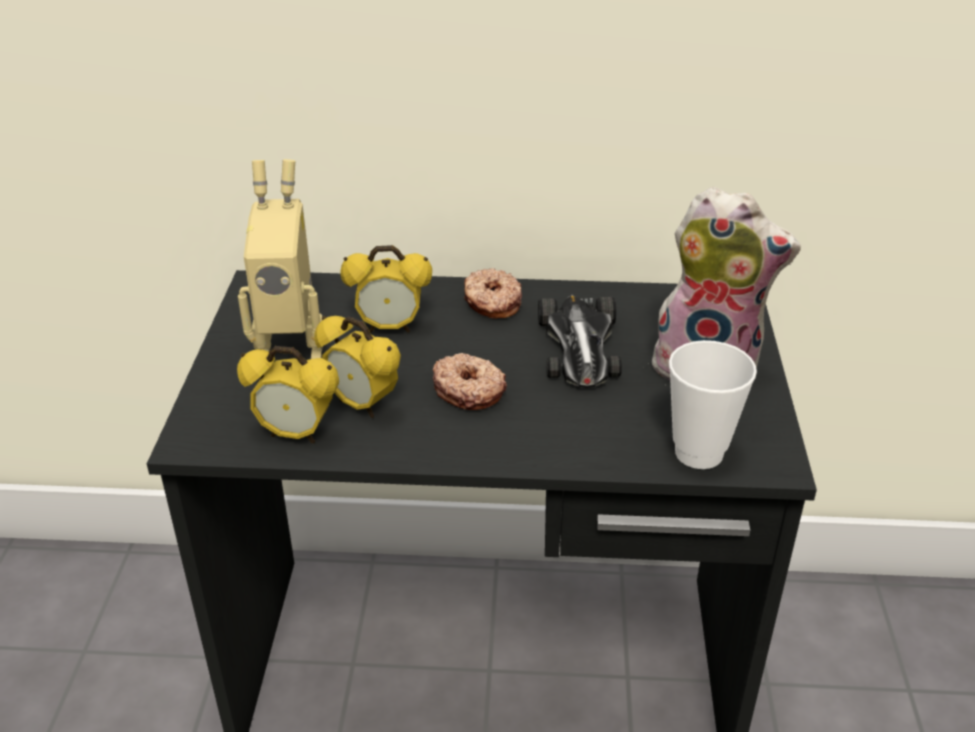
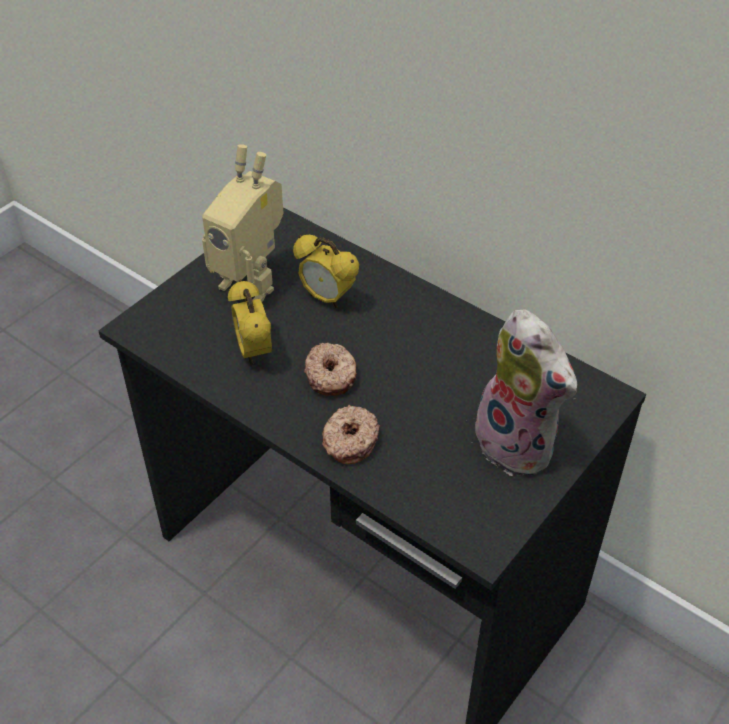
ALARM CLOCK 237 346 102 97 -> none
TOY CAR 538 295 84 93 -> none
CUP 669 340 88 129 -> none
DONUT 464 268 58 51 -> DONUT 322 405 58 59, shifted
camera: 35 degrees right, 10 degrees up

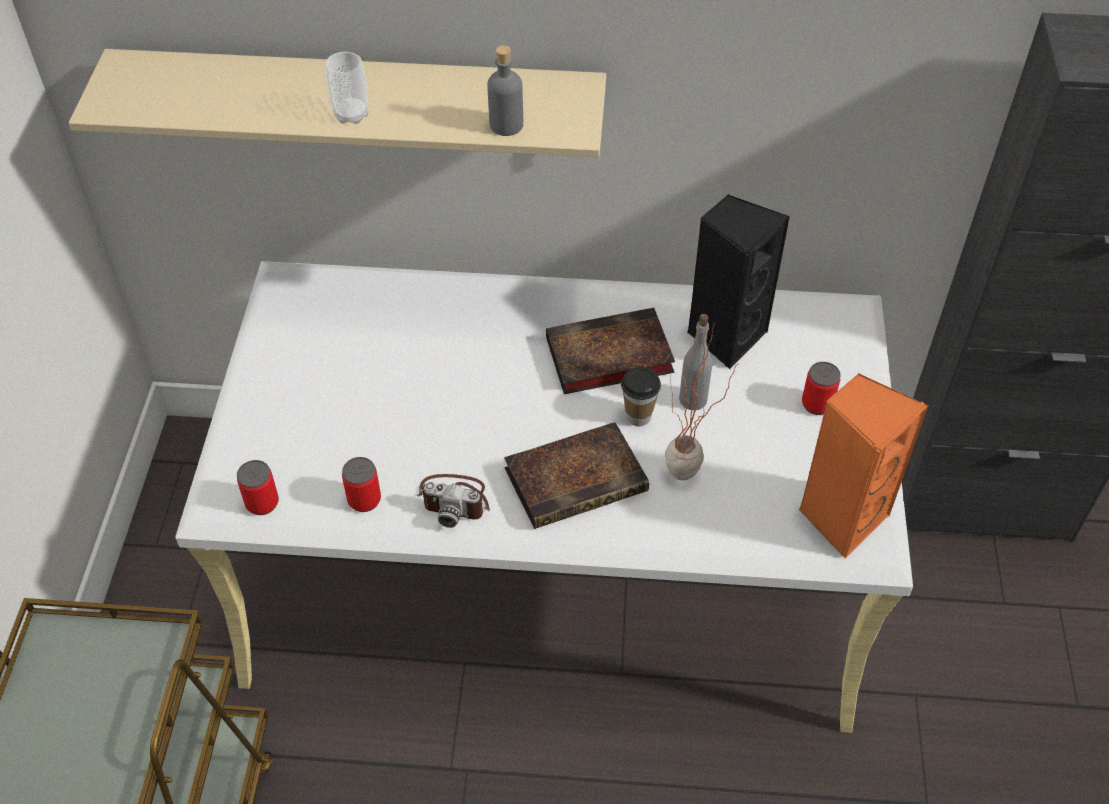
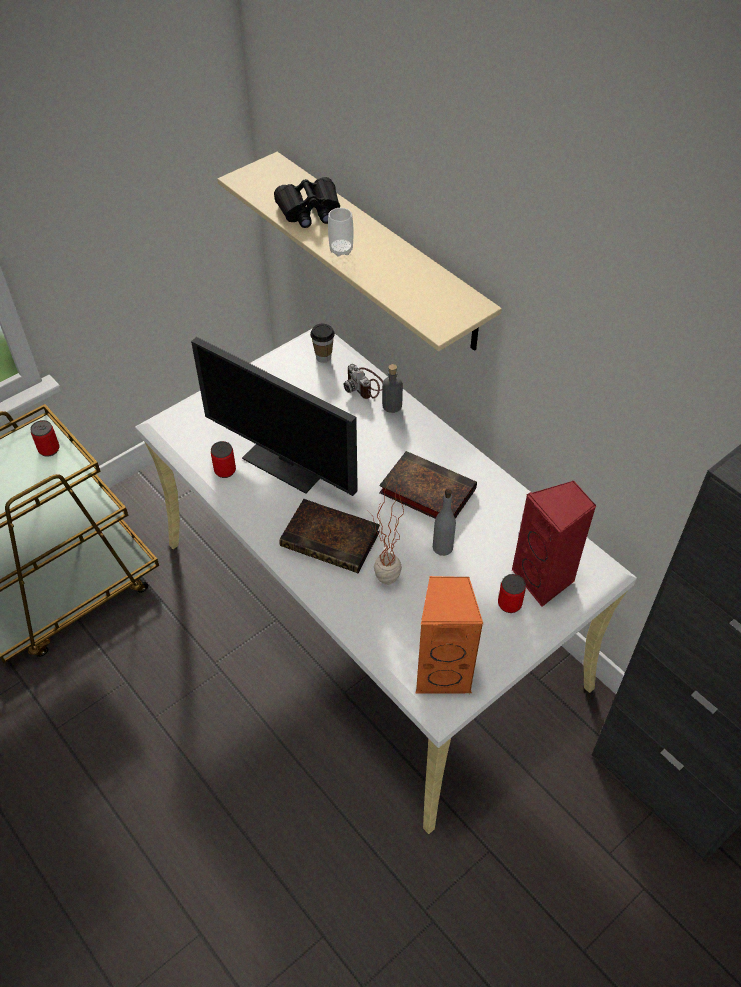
BLACK SPEAKER 687 194 103 175 -> none
none -> MONITOR 191 337 167 159
none -> BLACK BINOCULARS 274 177 66 51
none -> RED SPEAKER 512 481 84 126
CAN 237 460 42 55 -> CAN 30 420 30 37, shifted
PHOTO CAMERA 416 474 74 54 -> PHOTO CAMERA 343 364 40 35, shifted
GREY BOTTLE 487 45 36 91 -> GREY BOTTLE 382 364 21 49, shifted
CUP 621 367 40 59 -> CUP 310 324 25 39, shifted
camera: 45 degrees right, 0 degrees up

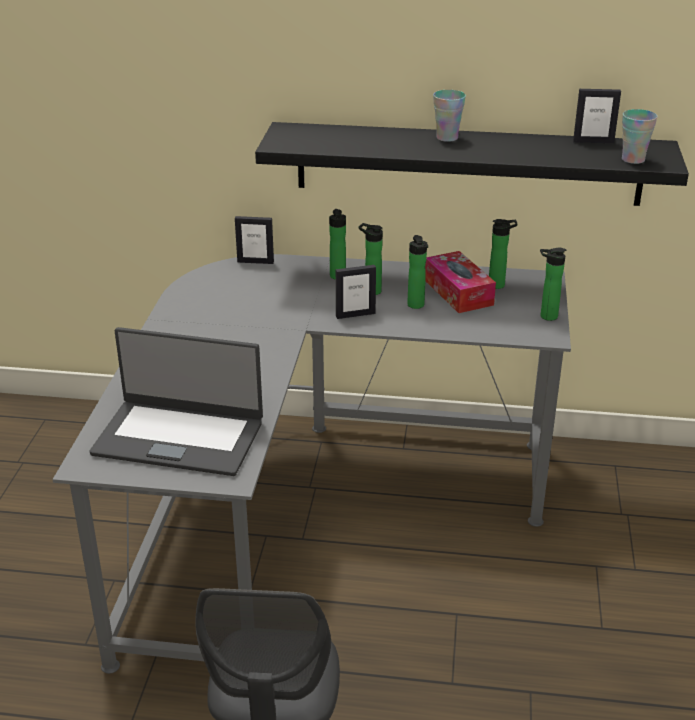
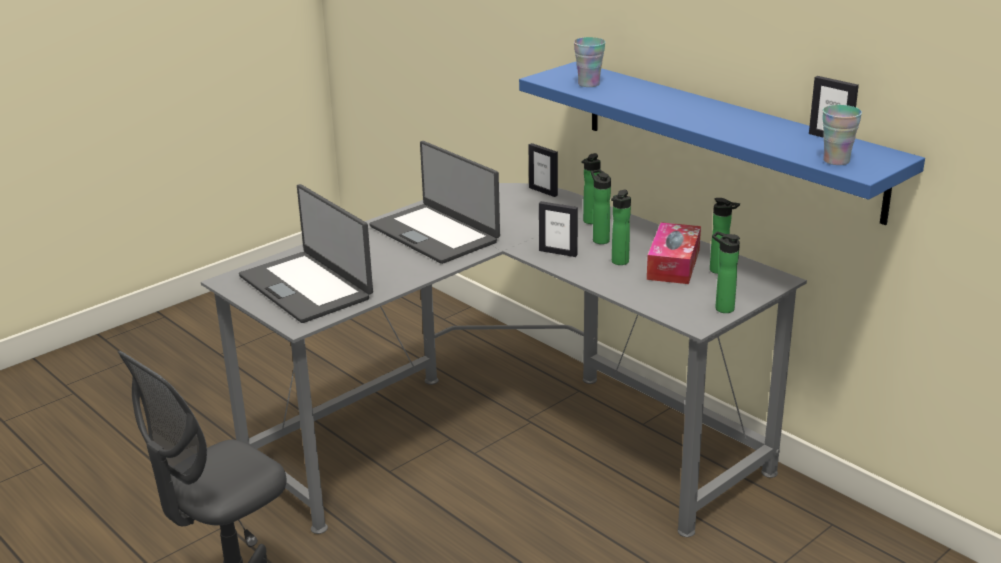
none -> LAPTOP 369 141 131 123
CUP 433 90 33 52 -> CUP 574 37 31 50, shifted
BLACK SHELF 255 122 434 84 -> BLUE SHELF 519 62 406 163
camera: 40 degrees right, 5 degrees down

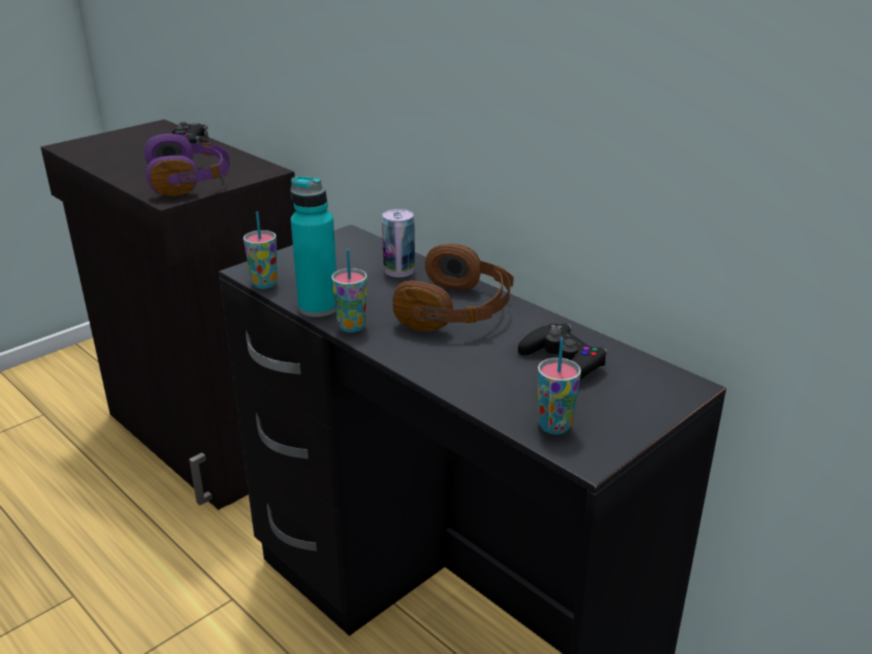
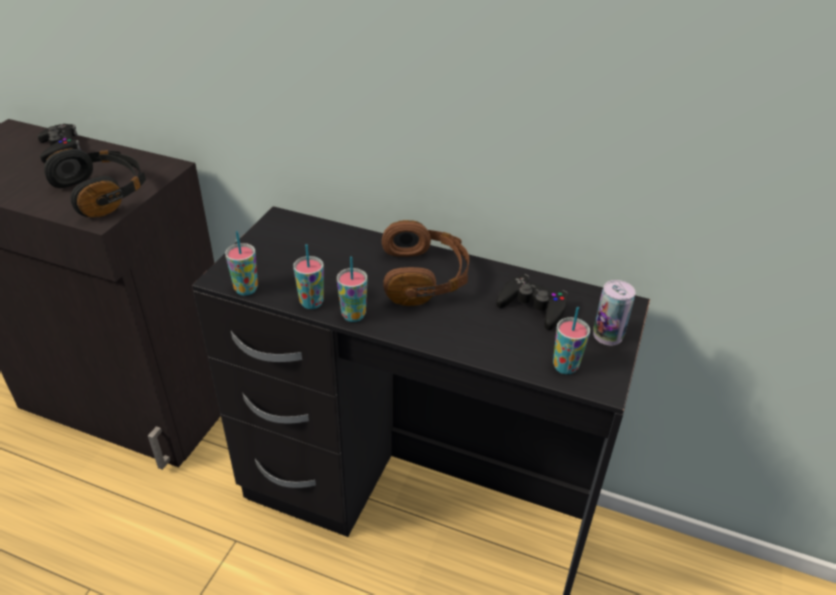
CAN 382 209 33 68 -> CAN 593 280 42 66, shifted
TURQUOISE BOTTLE 291 176 46 141 -> CUP 293 244 31 65
PURPLE HEADPHONES 144 134 86 62 -> BLACK HEADPHONES 44 148 102 69
camera: 25 degrees left, 10 degrees up

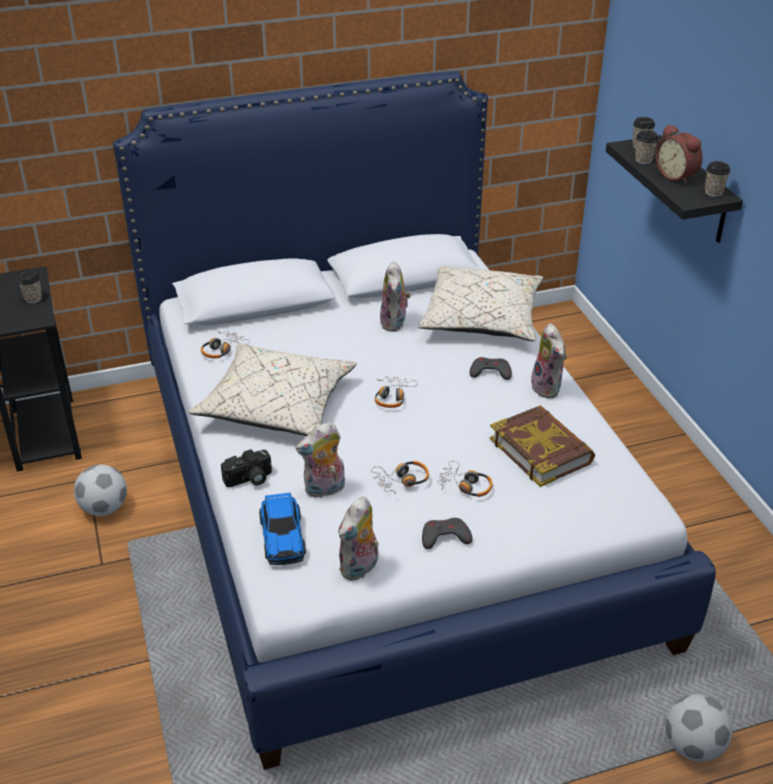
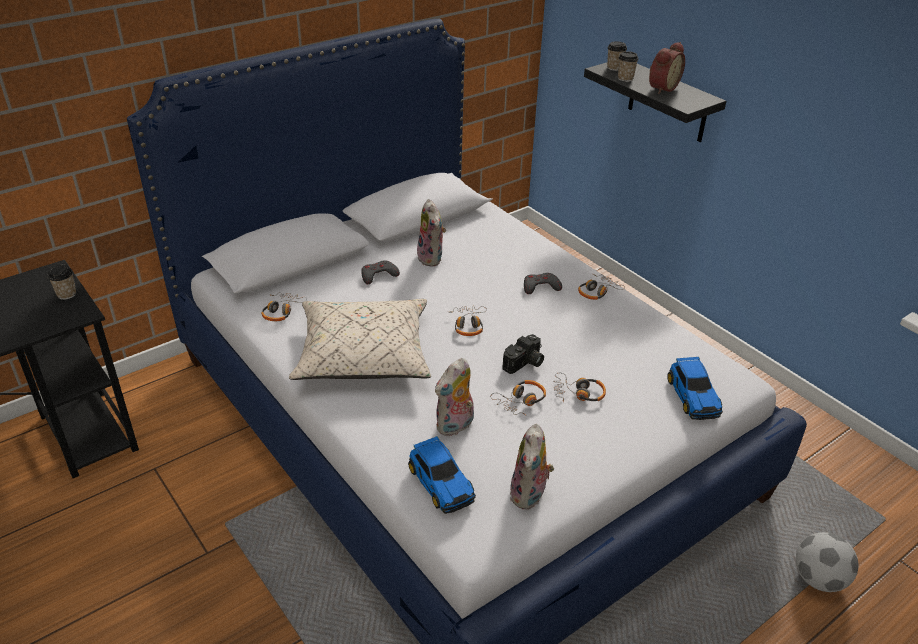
FOOTBALL 74 465 53 51 -> none
BEIGE PILLOW 418 266 125 75 -> none
BOOK 490 405 105 82 -> none
CUP 705 161 25 36 -> none
none -> TOY CAR 667 356 56 64
PHOTO CAMERA 221 449 51 38 -> PHOTO CAMERA 503 334 41 40, shifted
GREY GAME CONTROLLER 422 518 50 31 -> GREY GAME CONTROLLER 361 260 39 24, shifted
PLUSH TOY 531 323 36 75 -> HEADPHONES 578 274 47 26
ALARM CLOCK 655 124 48 60 -> ALARM CLOCK 649 42 36 52, 90 degrees counterclockwise
camera: 20 degrees left, 0 degrees up

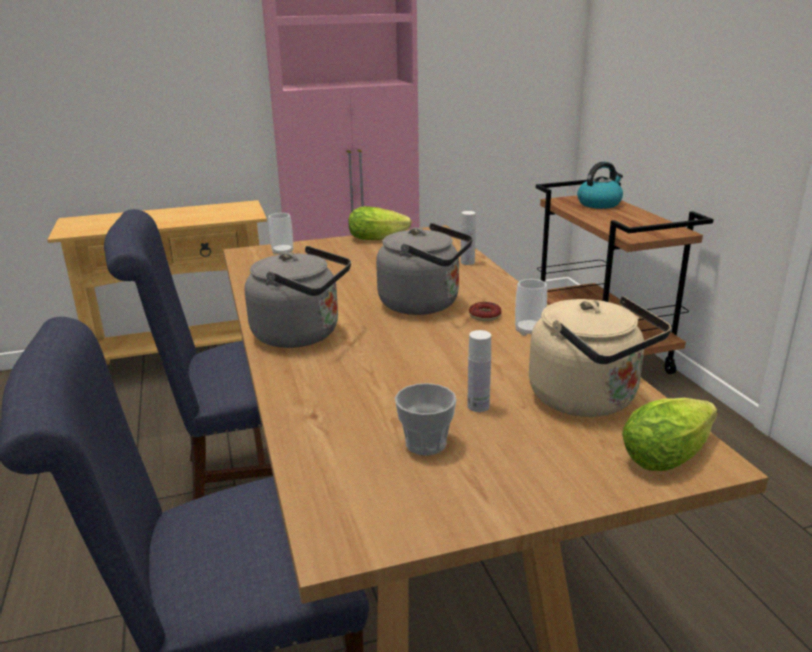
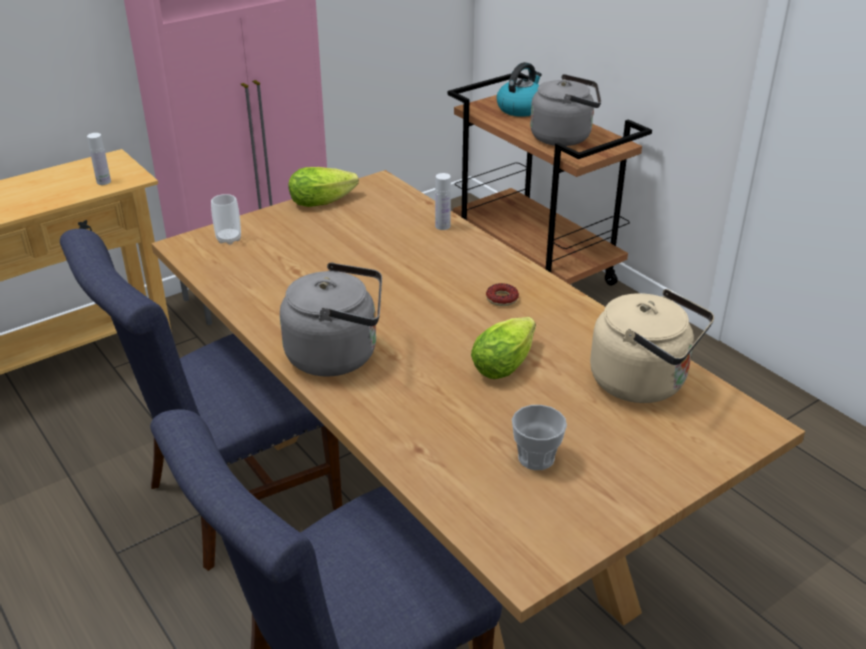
CUP 515 279 32 57 -> none
GREY KETTLE 376 223 97 92 -> GREY KETTLE 530 74 71 72, shifted
WHITE BOTTLE 467 330 24 82 -> WHITE BOTTLE 87 133 24 52, shifted
LETTUCE 622 398 95 73 -> LETTUCE 471 317 65 62, shifted
camera: 20 degrees left, 10 degrees up

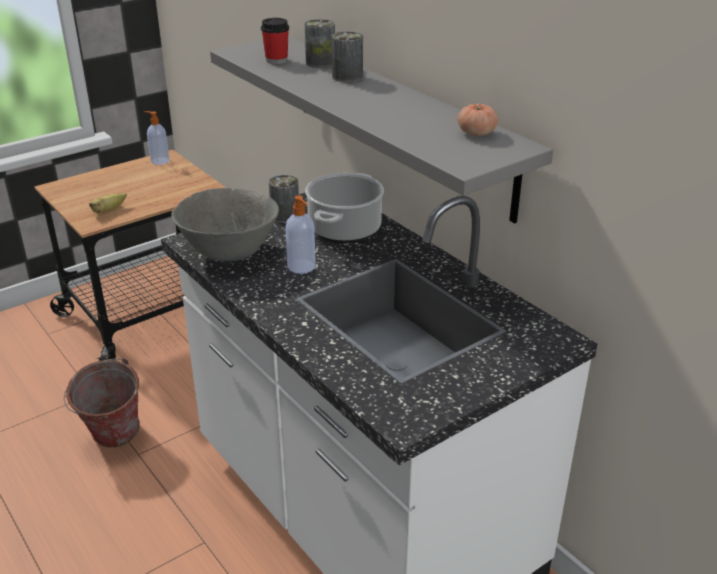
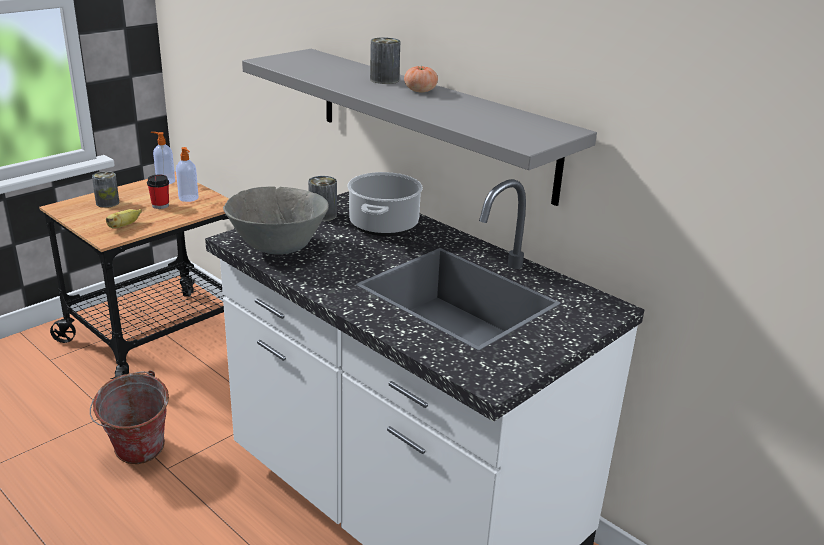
CUP 261 18 28 46 -> CUP 147 174 22 35, shifted
SOAP DISPENSER 285 195 31 79 -> SOAP DISPENSER 176 147 23 55, shifted
CAN 305 19 30 49 -> CAN 92 171 27 37, shifted
TOMATO 457 104 41 32 -> TOMATO 404 66 34 26, shifted
camera: 10 degrees left, 5 degrees down

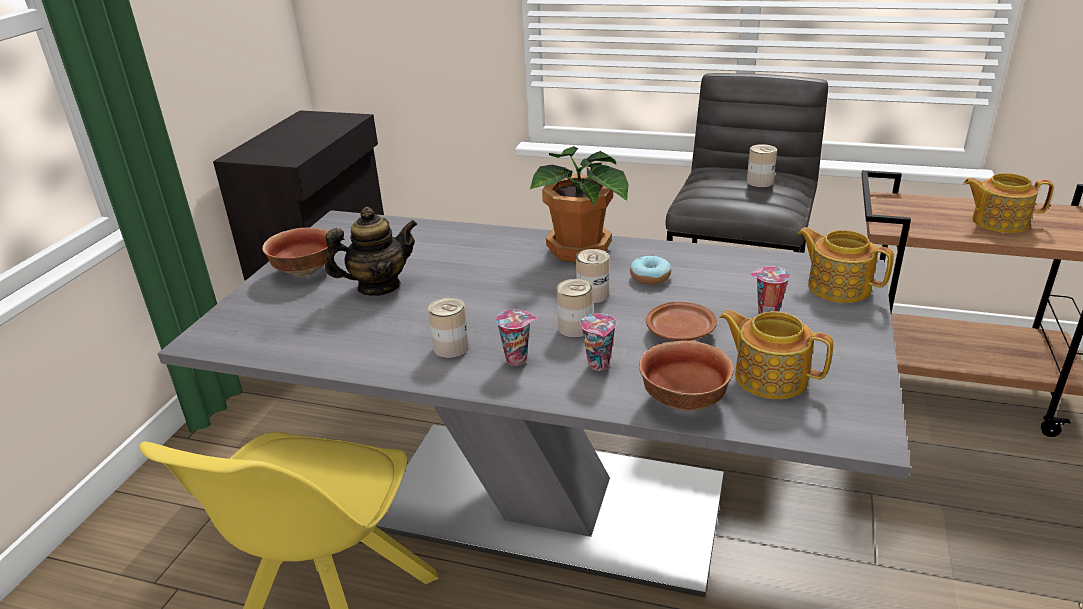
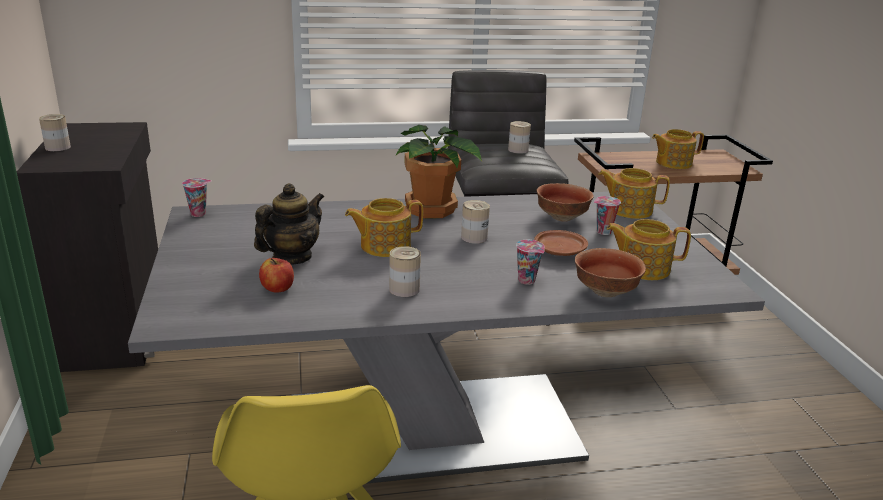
DONUT 630 255 41 30 -> none
none -> APPLE 259 258 35 35
none -> TEAPOT 345 198 78 59
BOWL 262 228 66 49 -> BOWL 537 183 57 39, shifted
CUP 496 309 41 57 -> CUP 182 178 29 39, shifted
CAN 557 279 36 58 -> CAN 39 114 32 37, shifted
camera: 30 degrees left, 5 degrees down

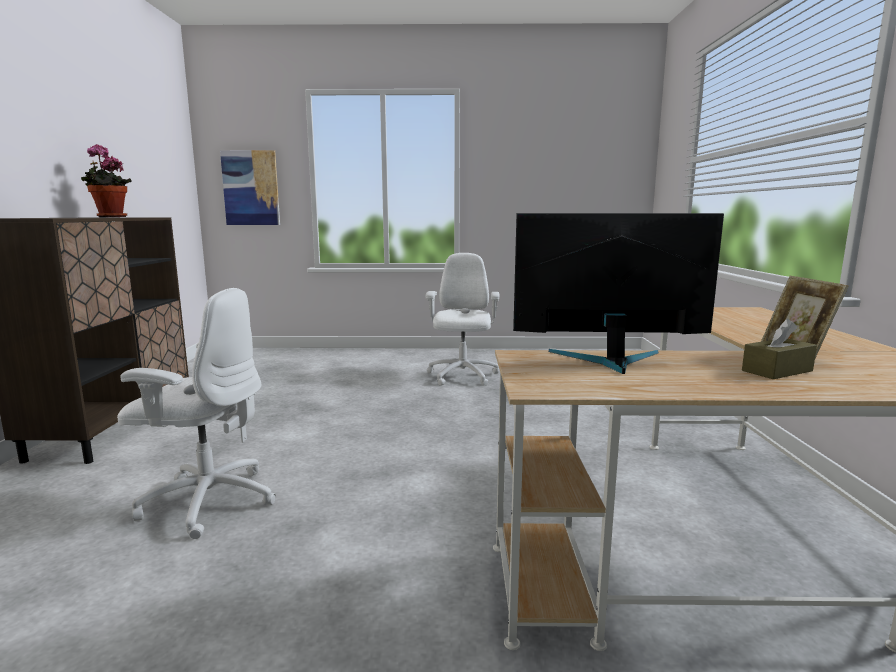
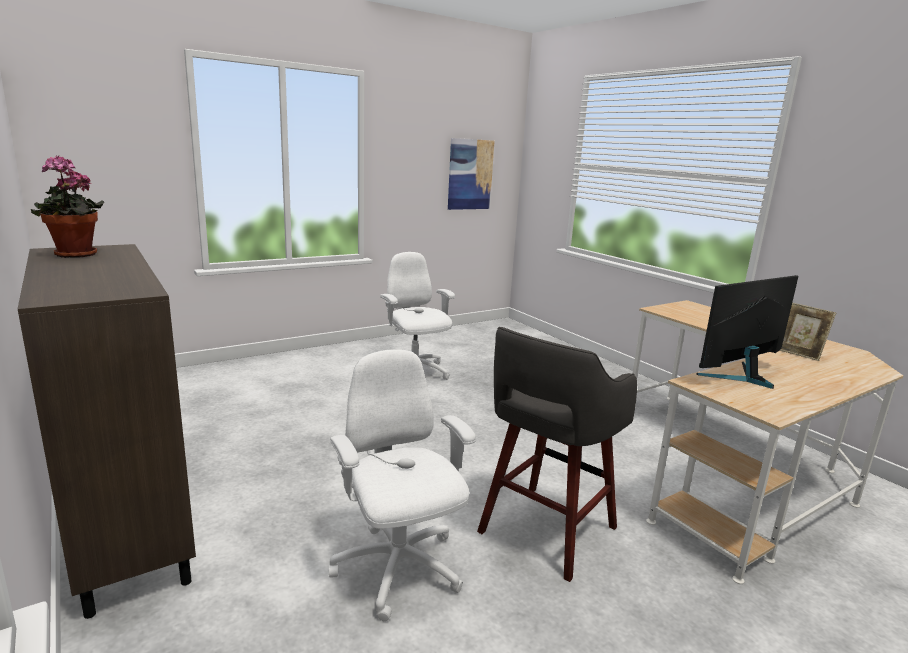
BROWN TISSUE BOX 742 318 75 61 -> none
none -> GREY STOOL 477 327 160 255
PICTURE 220 150 60 75 -> PICTURE 448 138 47 72, shifted
WHITE OFFICE CHAIR 117 288 159 251 -> WHITE OFFICE CHAIR 329 350 147 271, 90 degrees counterclockwise
camera: 35 degrees left, 5 degrees up

